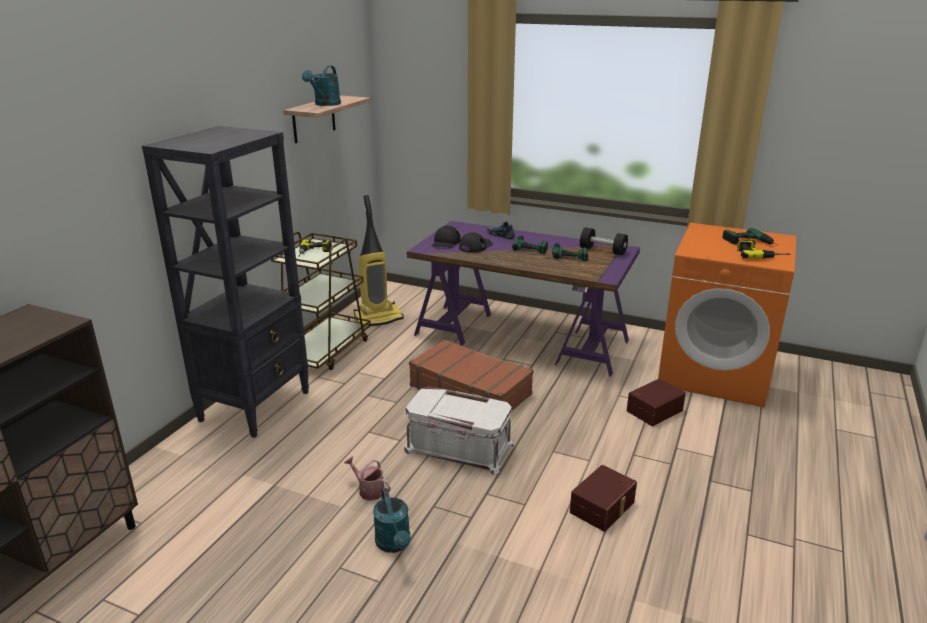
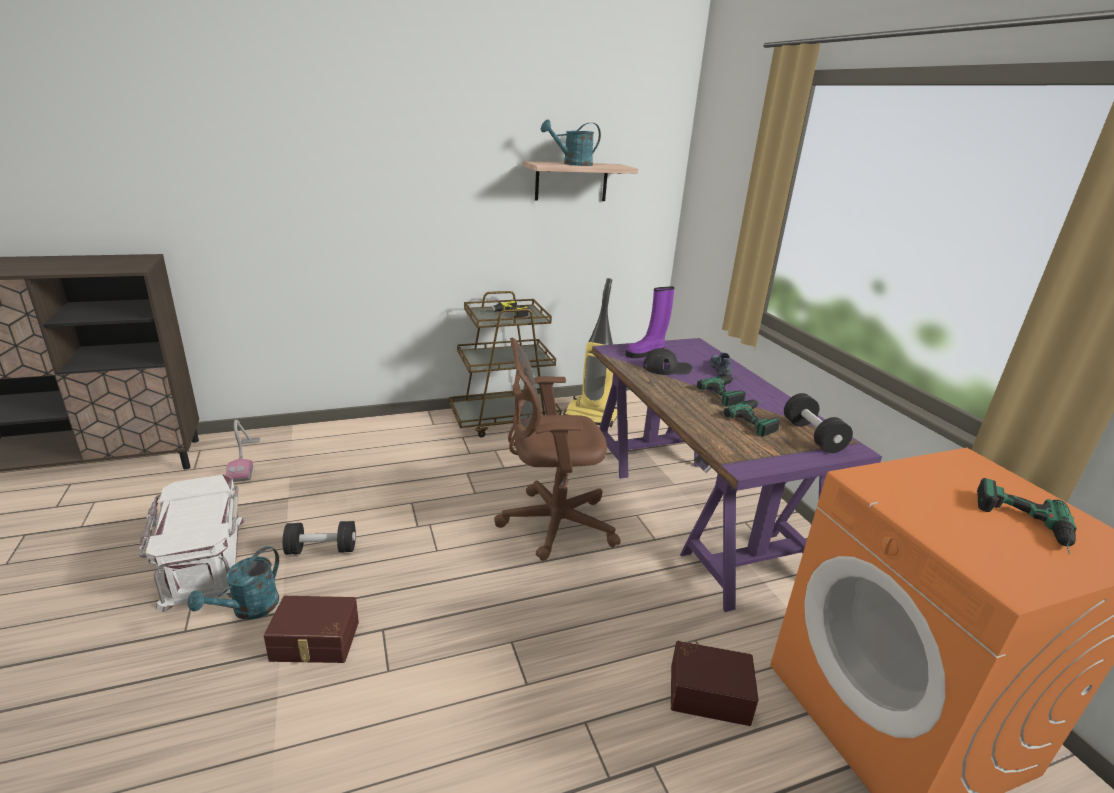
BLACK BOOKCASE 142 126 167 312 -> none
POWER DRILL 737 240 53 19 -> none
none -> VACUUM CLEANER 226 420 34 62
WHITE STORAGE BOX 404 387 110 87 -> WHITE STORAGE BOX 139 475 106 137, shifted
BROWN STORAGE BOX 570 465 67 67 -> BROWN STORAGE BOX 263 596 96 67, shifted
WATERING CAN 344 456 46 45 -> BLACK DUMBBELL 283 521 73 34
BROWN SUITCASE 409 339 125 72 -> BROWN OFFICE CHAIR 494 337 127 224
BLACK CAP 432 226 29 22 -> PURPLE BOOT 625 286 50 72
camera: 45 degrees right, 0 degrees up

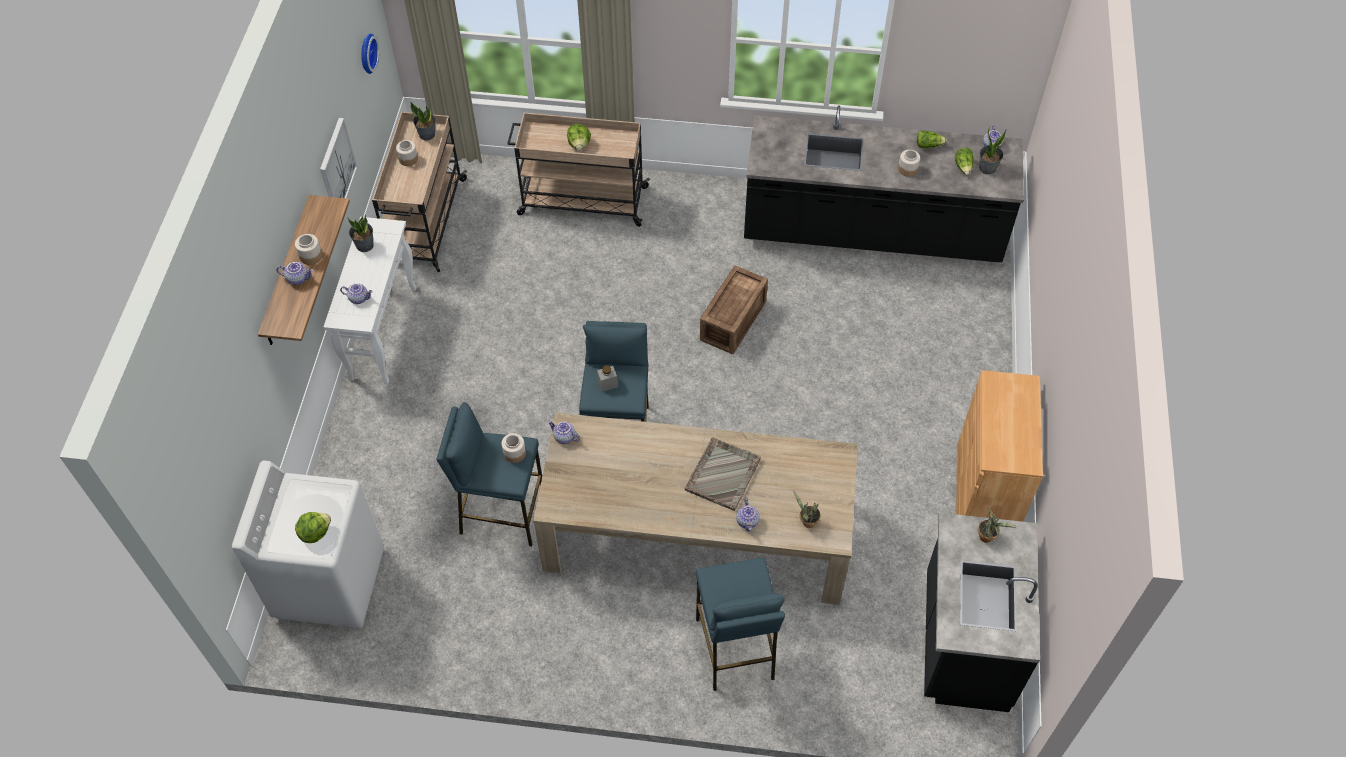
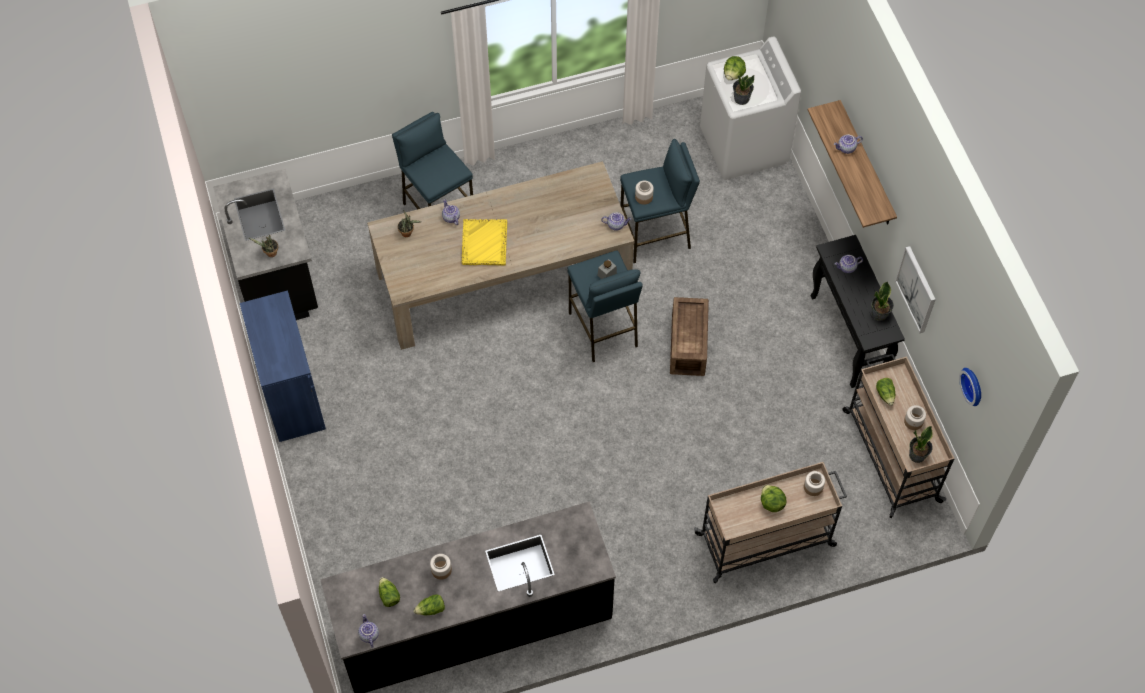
none -> LETTUCE 876 378 19 28
JAR 295 234 28 31 -> JAR 804 471 21 25, shifted
CRATE 700 266 68 88 -> CRATE 670 297 39 79, shifted
POTTED PLANT 979 127 28 48 -> POTTED PLANT 733 75 21 30, shifted
WHITE CONSOLE TABLE 324 217 93 167 -> BLACK CONSOLE TABLE 810 235 95 153
GREY TRAY 685 437 76 74 -> YELLOW TRAY 462 219 45 46
BROWN CABINET 956 370 87 152 -> BLUE CABINET 240 290 86 152
camera: 155 degrees right, 5 degrees up

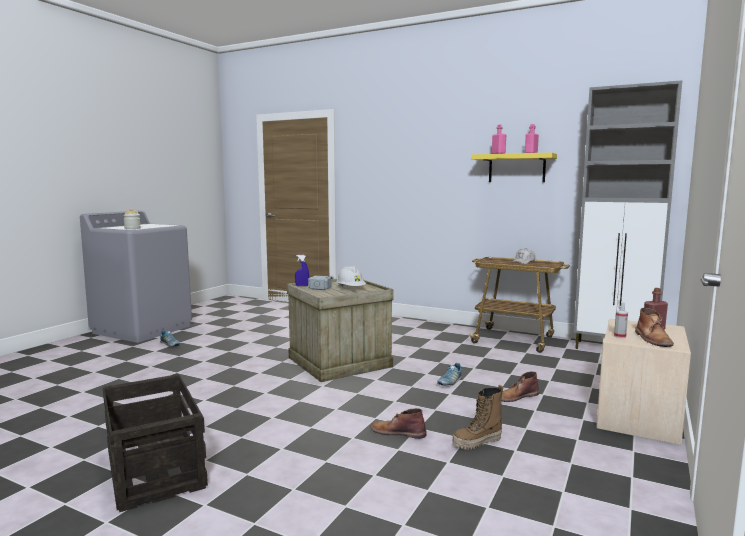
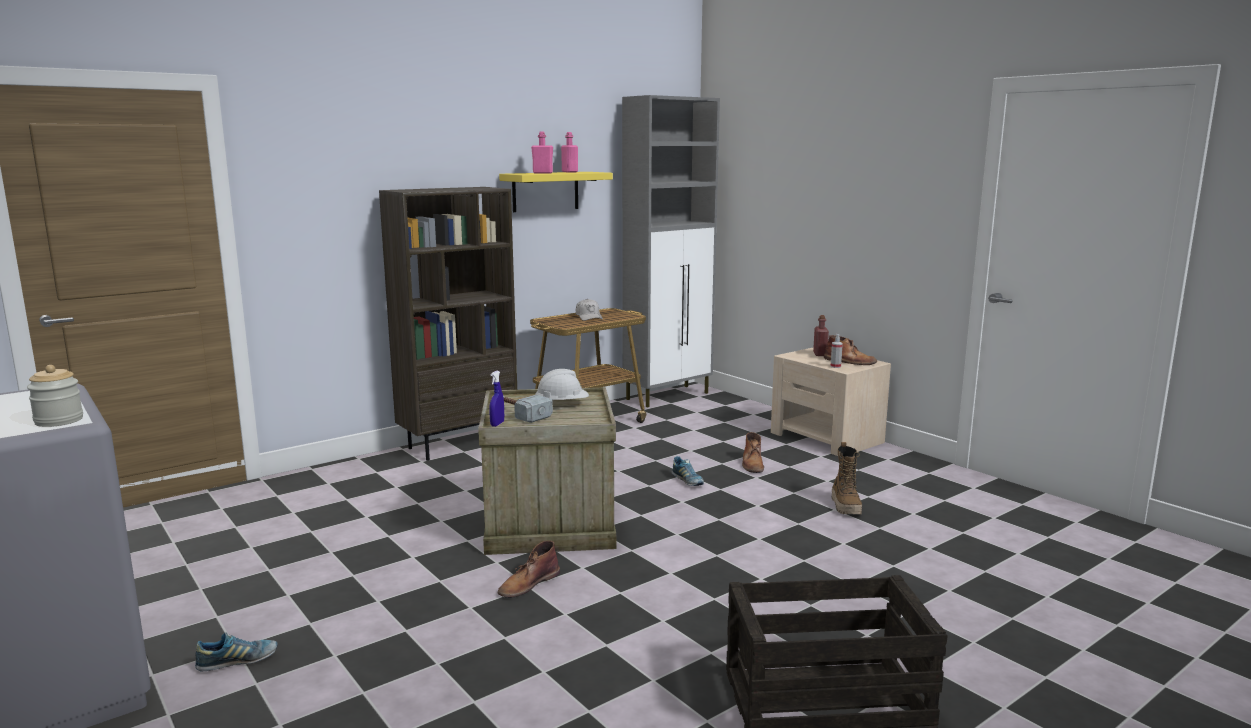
none -> BROWN BOOKCASE 379 187 138 274
BROWN BOOT 370 408 57 31 -> BROWN BOOT 498 541 62 57, shifted
camera: 65 degrees left, 5 degrees up

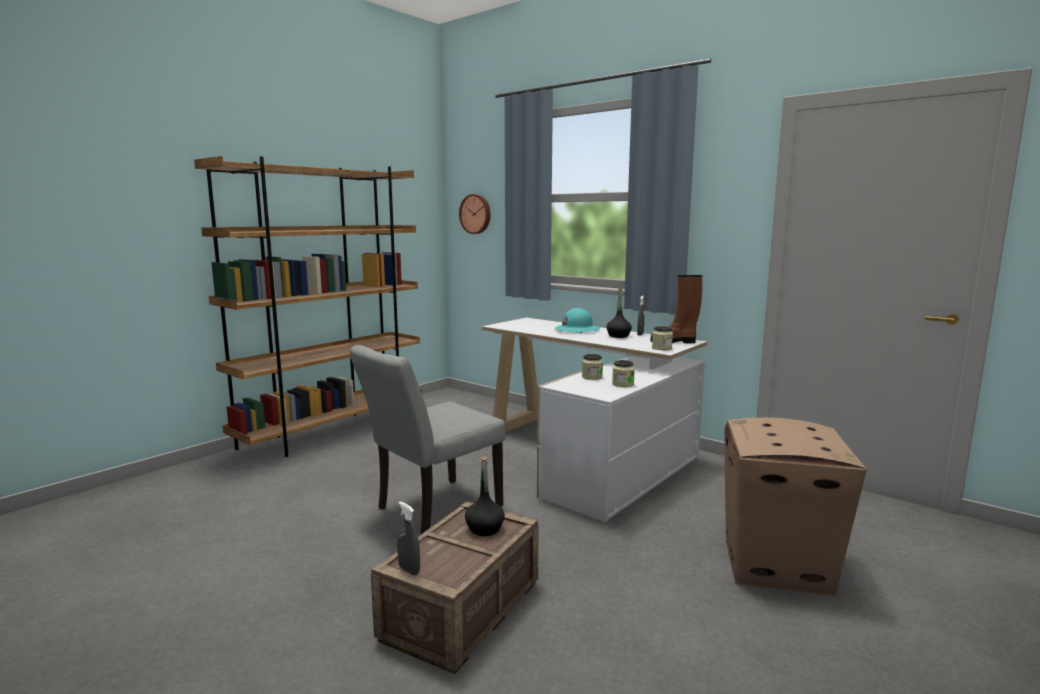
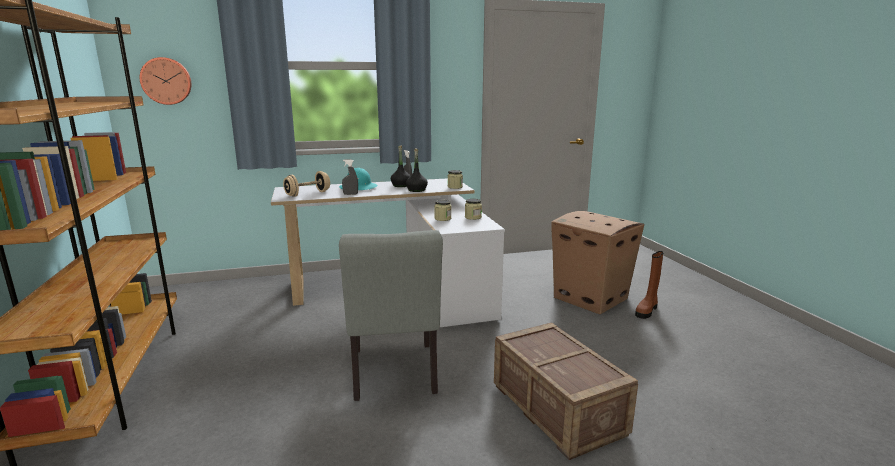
none -> BEIGE DUMBBELL 283 171 47 26
GREY SPRAY BOTTLE 397 502 23 73 -> GREY SPRAY BOTTLE 342 159 16 36, shifted
BLACK BOTTLE 465 457 40 79 -> BLACK BOTTLE 406 148 22 44, shifted
BROWN BOOT 651 275 51 68 -> BROWN BOOT 635 251 28 68, shifted
camera: 55 degrees left, 5 degrees up

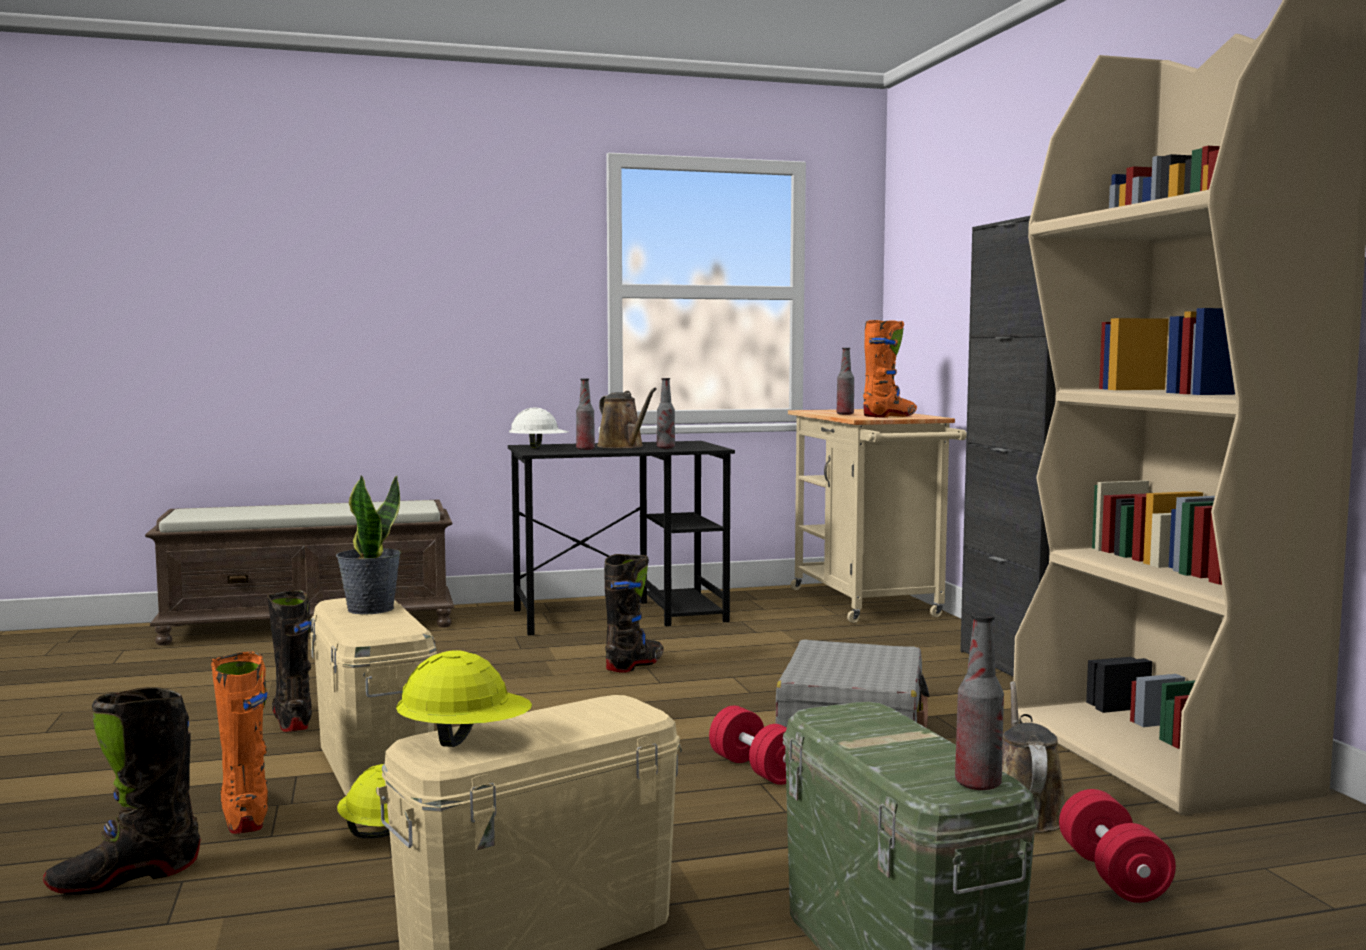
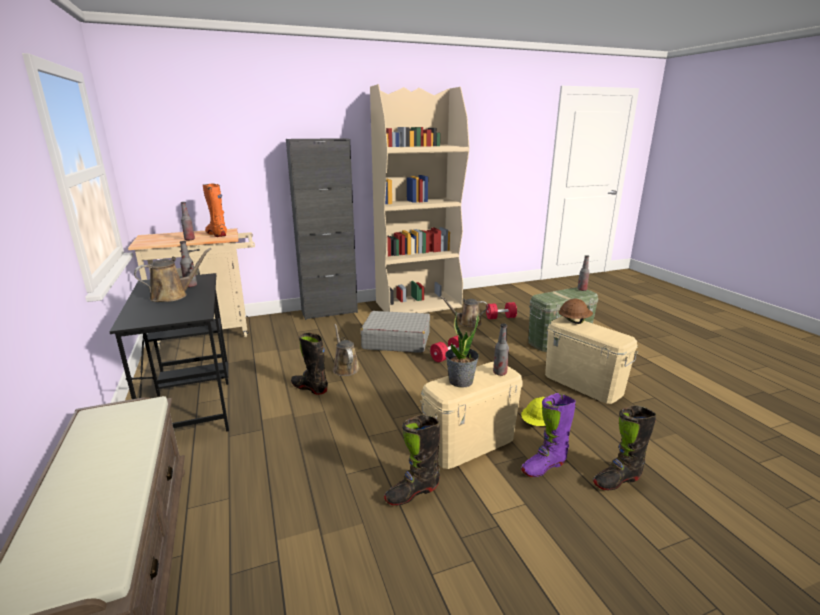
YELLOW HARD HAT 396 650 136 97 -> none
WHITE HARD HAT 509 407 59 41 -> none
none -> BROWN WATERING CAN 333 324 27 52
none -> BROWN HARD HAT 559 299 34 25
BOTTLE 576 378 19 72 -> BOTTLE 493 324 16 52, shifted
ORANGE BOOT 211 652 57 182 -> PURPLE BOOT 521 393 55 84
BLACK BOOT 43 687 158 208 -> BLACK BOOT 593 405 63 85, 105 degrees clockwise
camera: 95 degrees left, 15 degrees up

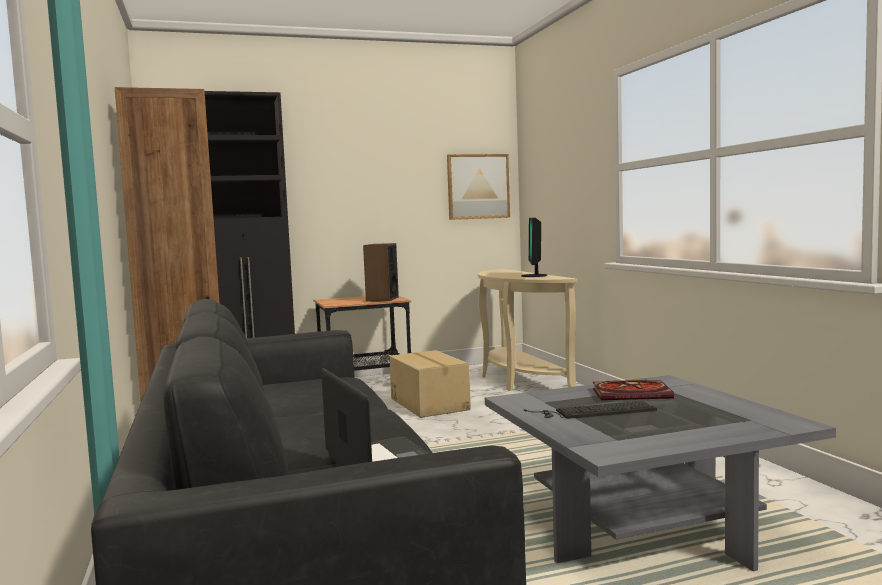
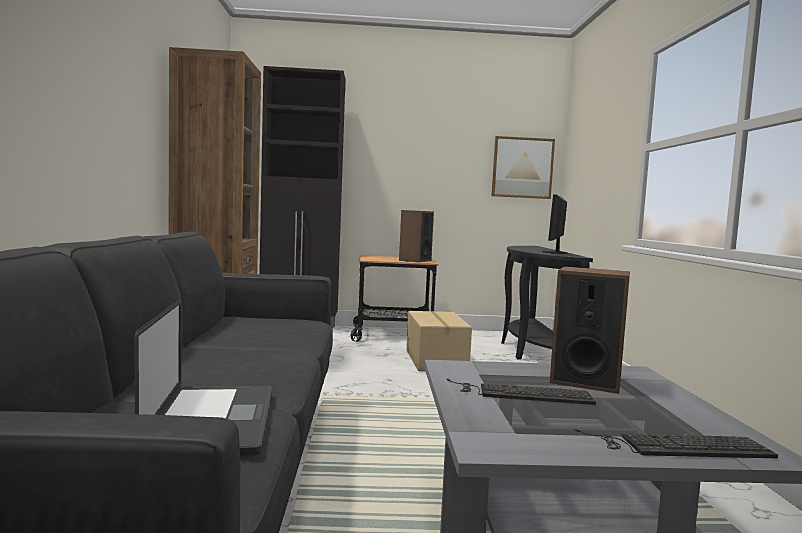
none -> KEYBOARD 574 428 204 30
BOOK 593 380 81 20 -> SPEAKER 550 266 80 128
BEIGE CONSOLE TABLE 478 269 100 122 -> BLACK CONSOLE TABLE 501 246 92 114
camera: 15 degrees right, 0 degrees up

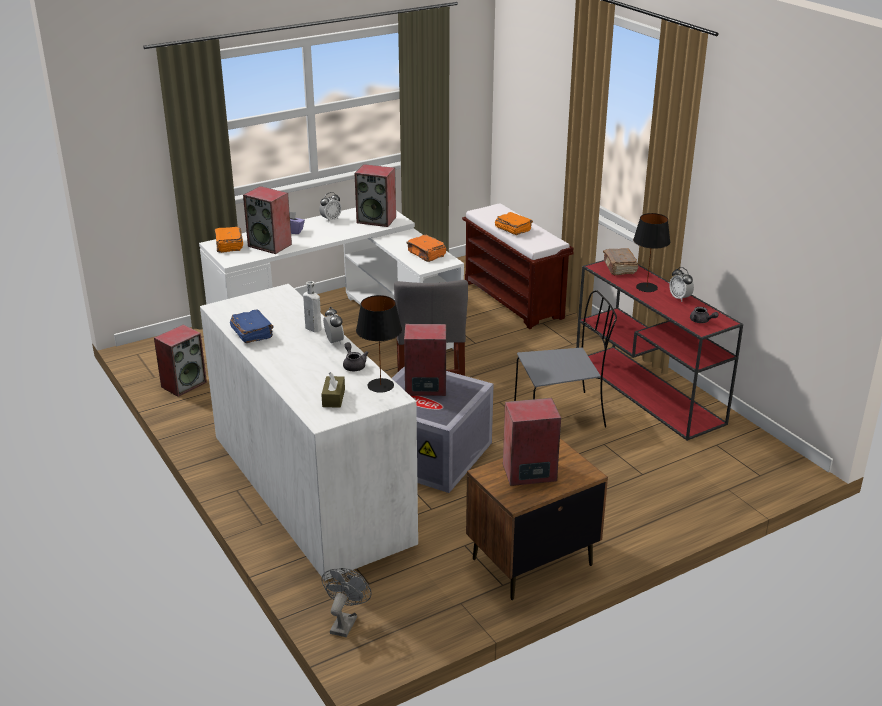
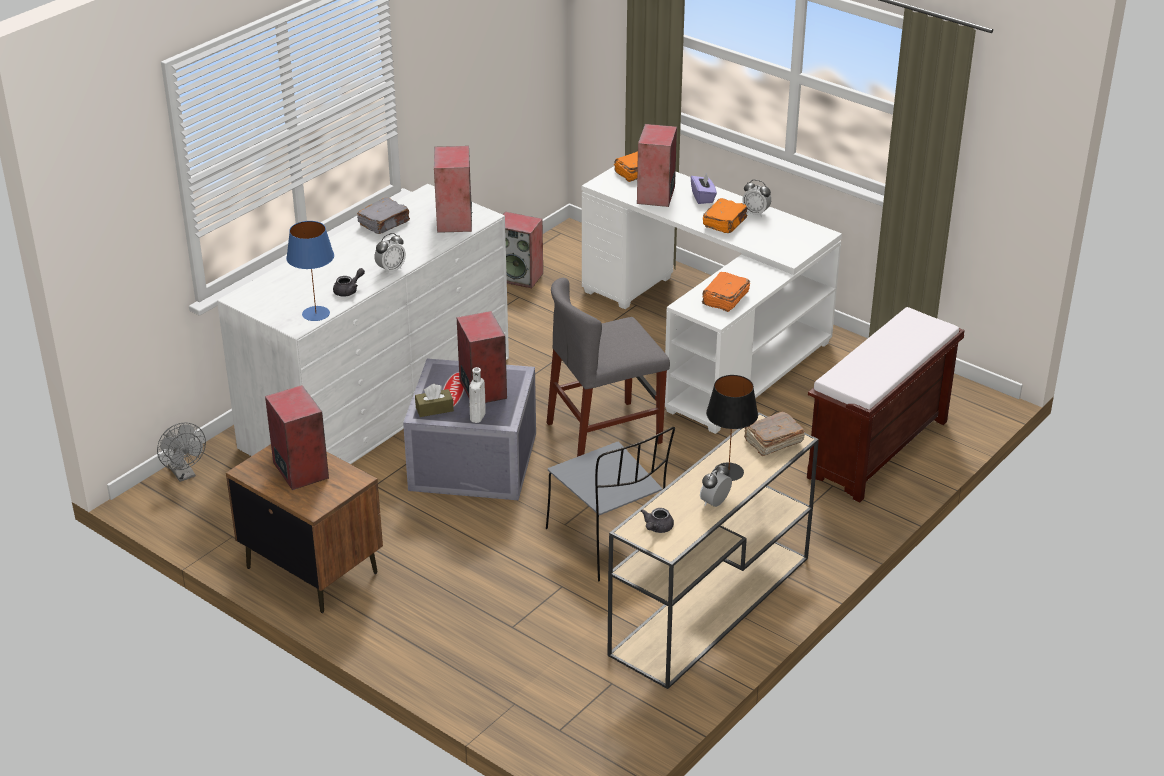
WHITE BOTTLE 303 281 18 51 -> WHITE BOTTLE 469 367 16 56, shifted
BROWN TISSUE BOX 321 372 24 36 -> BROWN TISSUE BOX 415 384 39 33, shifted
SPEAKER 355 164 41 63 -> SPEAKER 434 146 38 87, shifted
ORANGE BOOK 495 212 38 23 -> ORANGE BOOK 702 198 45 35, shifted
BLUE BOOK 230 309 44 34 -> GREY BOOK 357 197 53 37
BLACK TABLE LAMP 356 295 46 98 -> BLUE TABLE LAMP 286 221 48 100
RED CONSOLE TABLE 576 260 167 181 -> BEIGE CONSOLE TABLE 608 412 211 277
GREY FAN 322 568 49 69 -> GREY FAN 157 423 49 59, 60 degrees clockwise
camera: 70 degrees right, 5 degrees up

